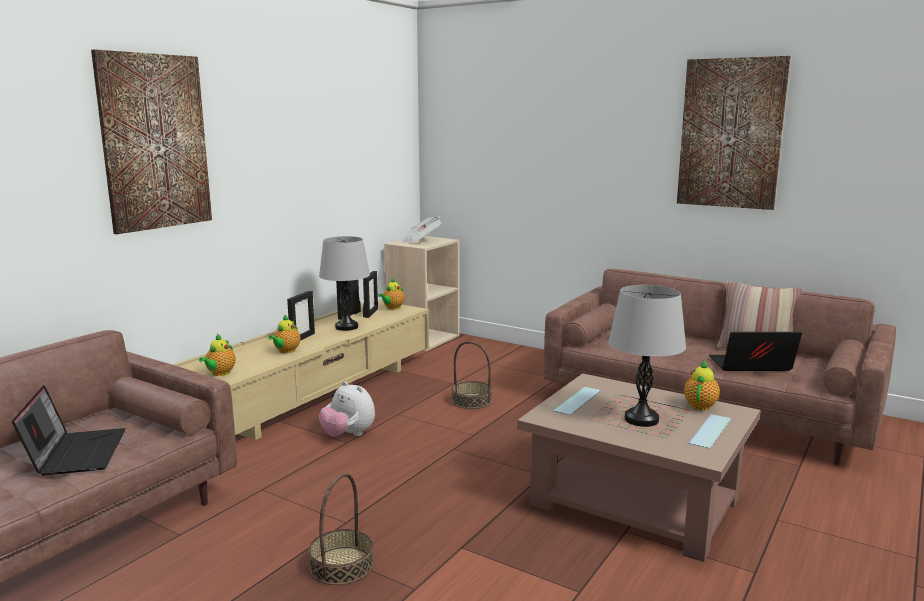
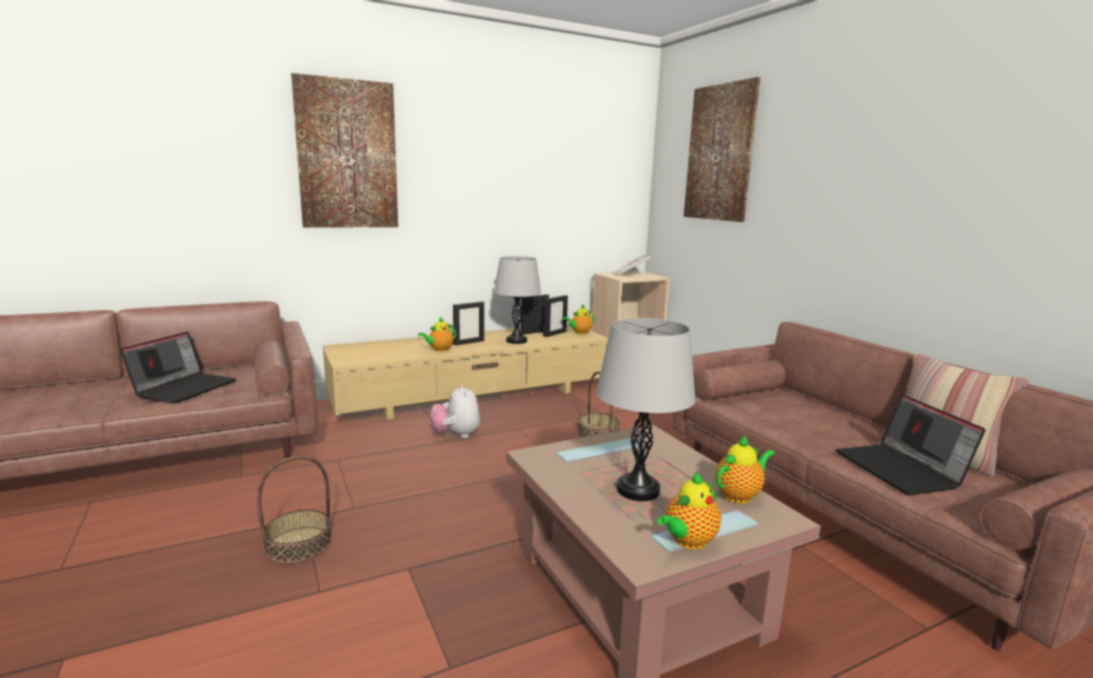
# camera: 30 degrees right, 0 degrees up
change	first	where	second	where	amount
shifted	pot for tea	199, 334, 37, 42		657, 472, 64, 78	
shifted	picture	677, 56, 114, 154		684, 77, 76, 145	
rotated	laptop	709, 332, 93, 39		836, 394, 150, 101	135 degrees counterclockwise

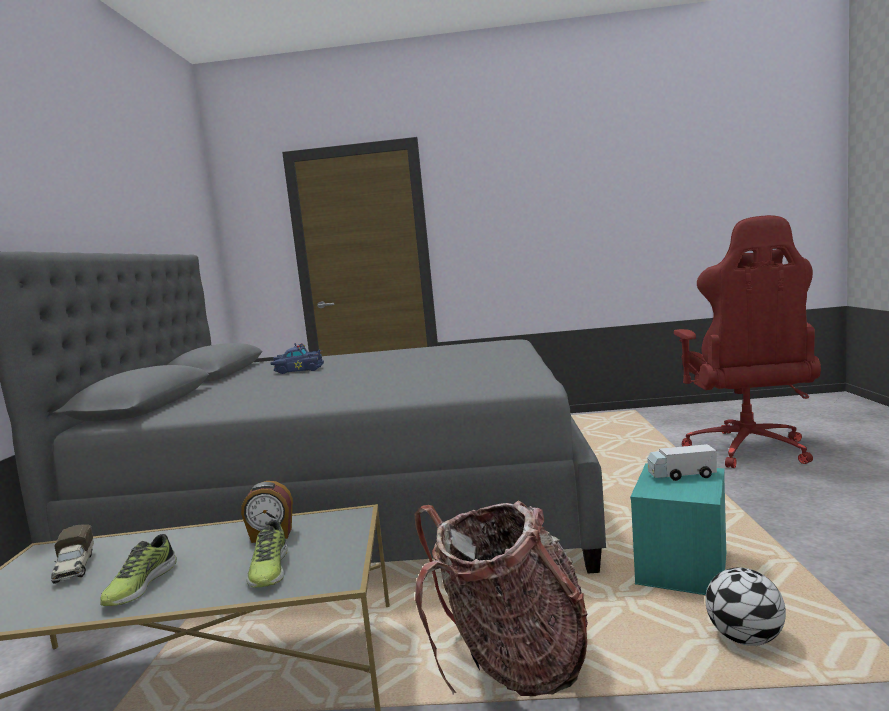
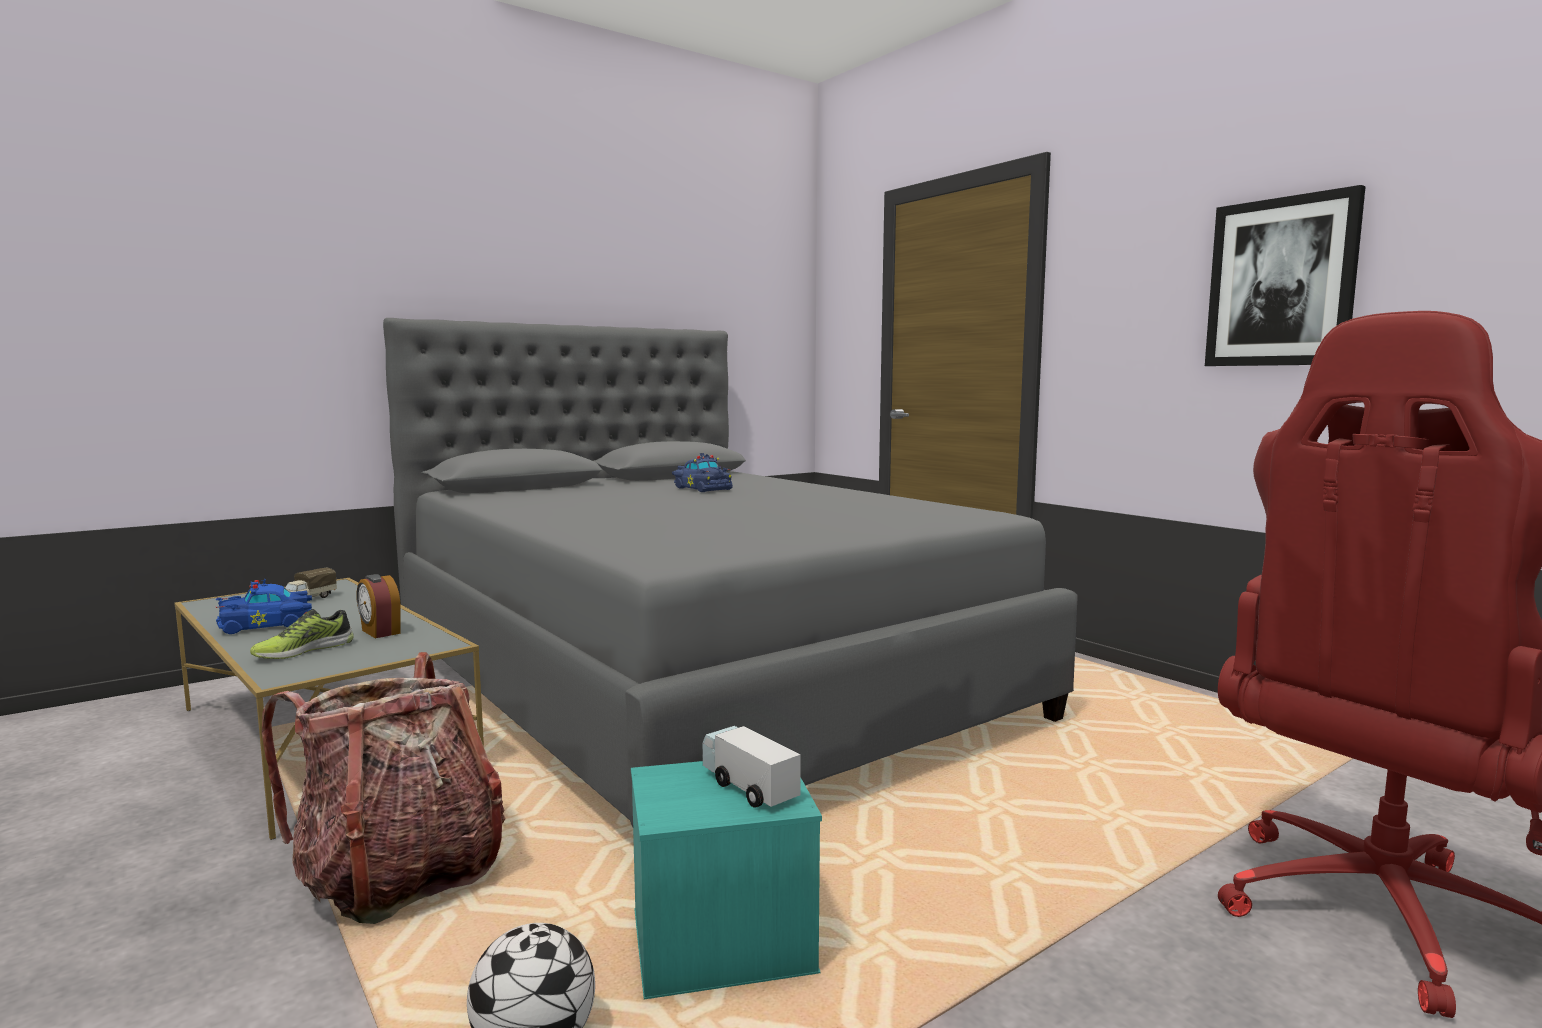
# camera: 50 degrees right, 0 degrees up
change	first	where	second	where	amount
new			picture	1205, 185, 161, 181	
swapped	low shoe	100, 534, 77, 72	miniature car in bluish	216, 579, 96, 55	

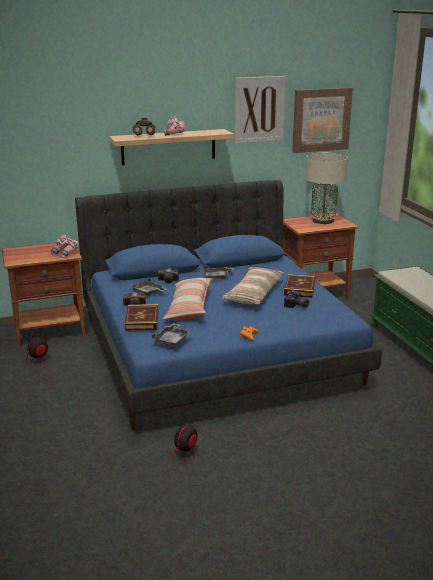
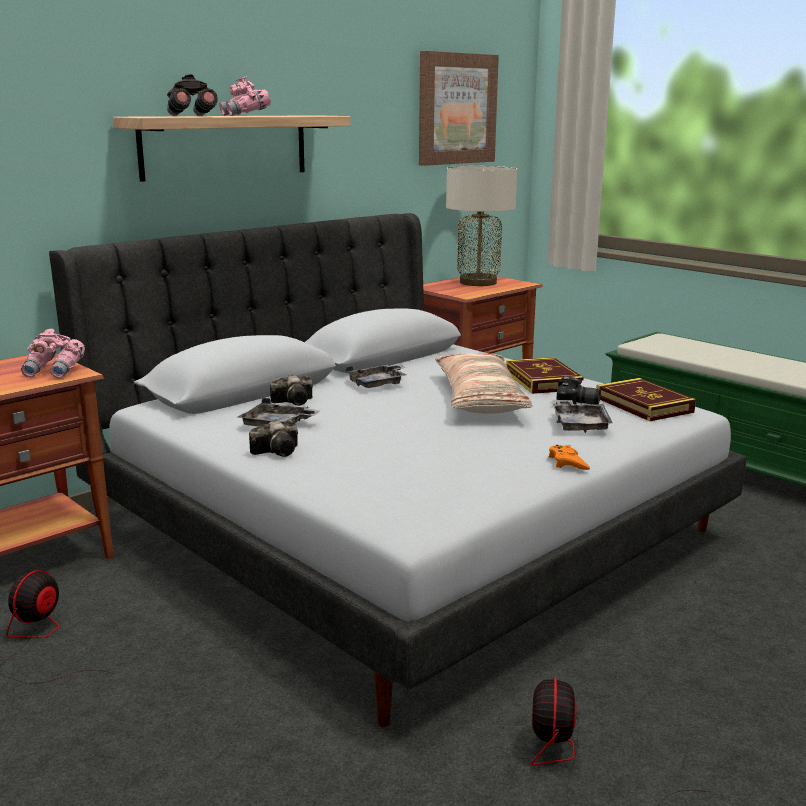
# camera: 25 degrees left, 5 degrees down
change	first	where	second	where	amount
gone	cushion	163, 278, 50, 42			
gone	picture	234, 76, 52, 68			
shifted	book	124, 304, 34, 27		596, 378, 100, 43	
shifted	tray in greyish	152, 323, 38, 23		553, 400, 60, 33	
repainted	bed in bluish	75, 180, 307, 249	bed in greyish	49, 213, 697, 514	

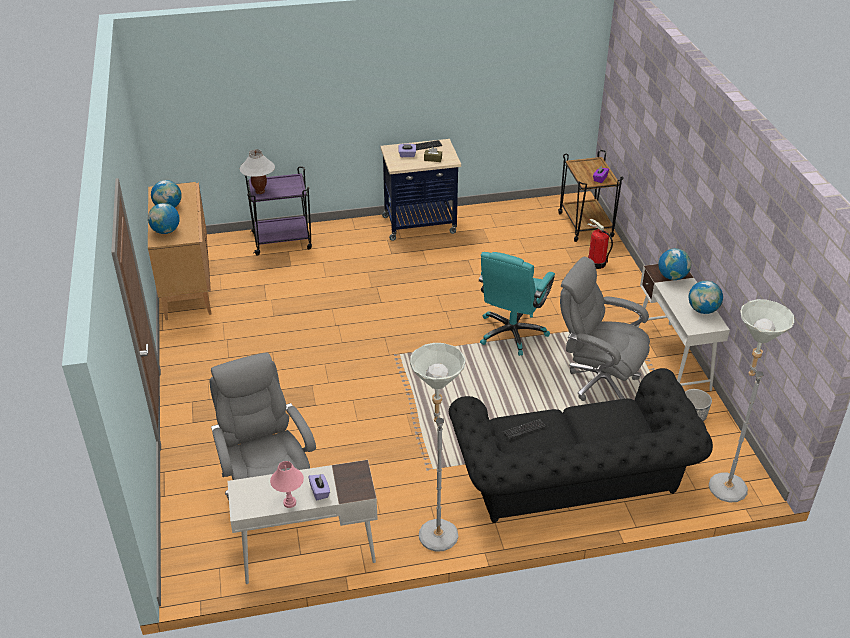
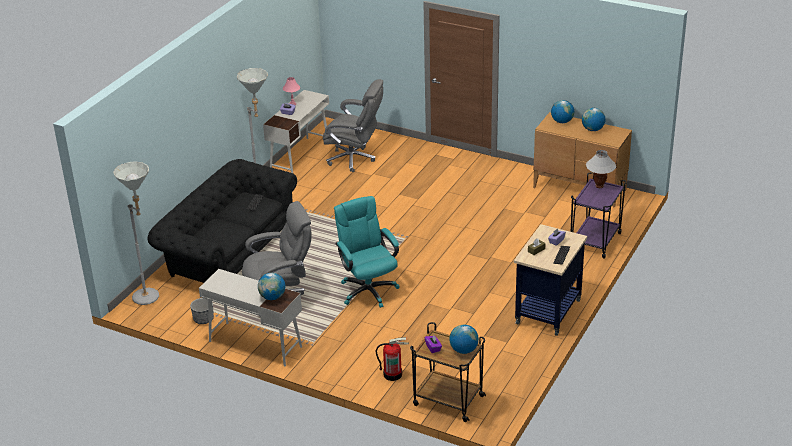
# camera: 130 degrees right, 5 degrees down
change	first	where	second	where	amount
shifted	globe	688, 281, 35, 33		449, 324, 30, 30	

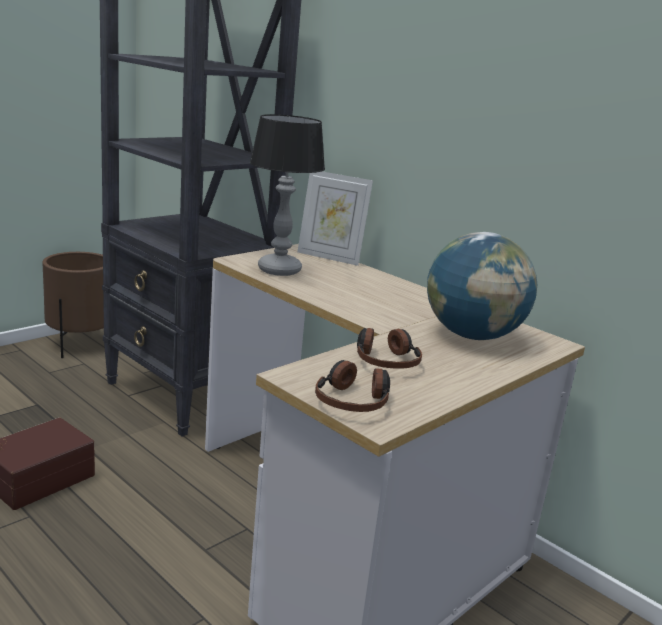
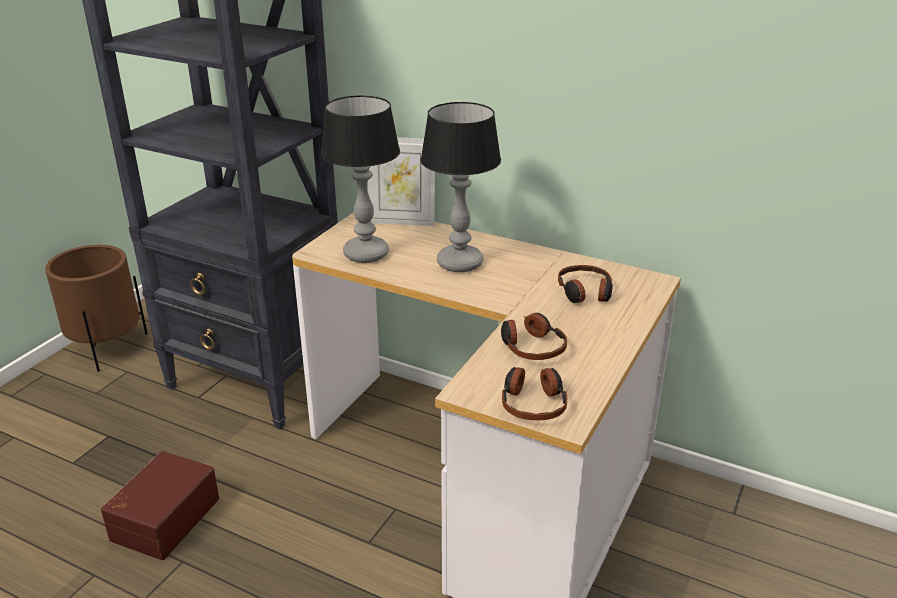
# camera: 15 degrees left, 10 degrees up
change	first	where	second	where	amount
new			lamp for a table	420, 102, 81, 170	
swapped	globe	427, 232, 110, 108	headphones	558, 265, 55, 38	

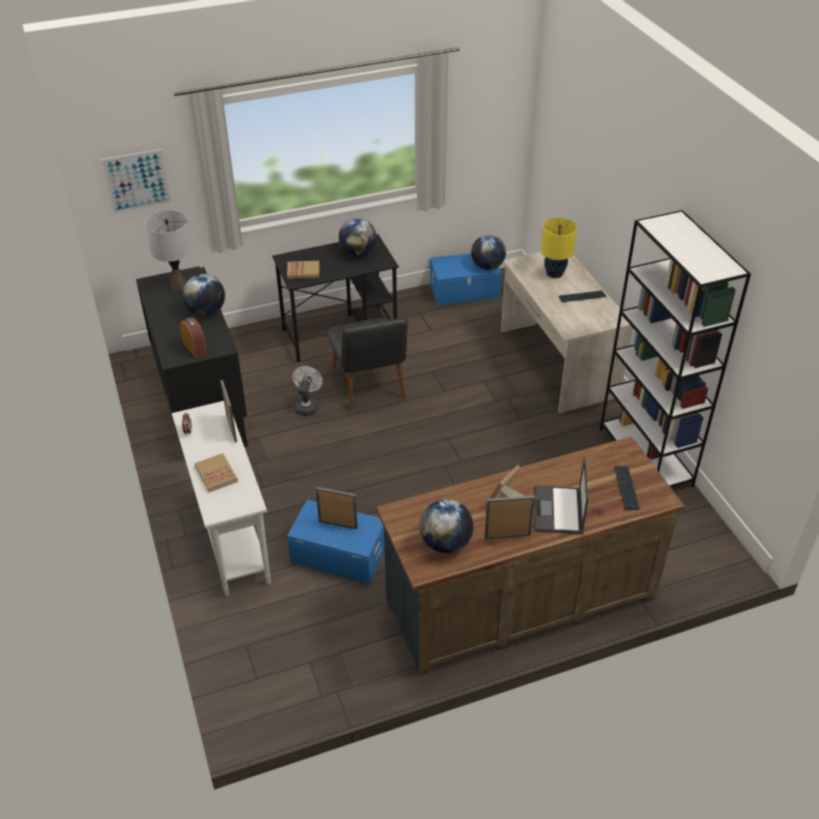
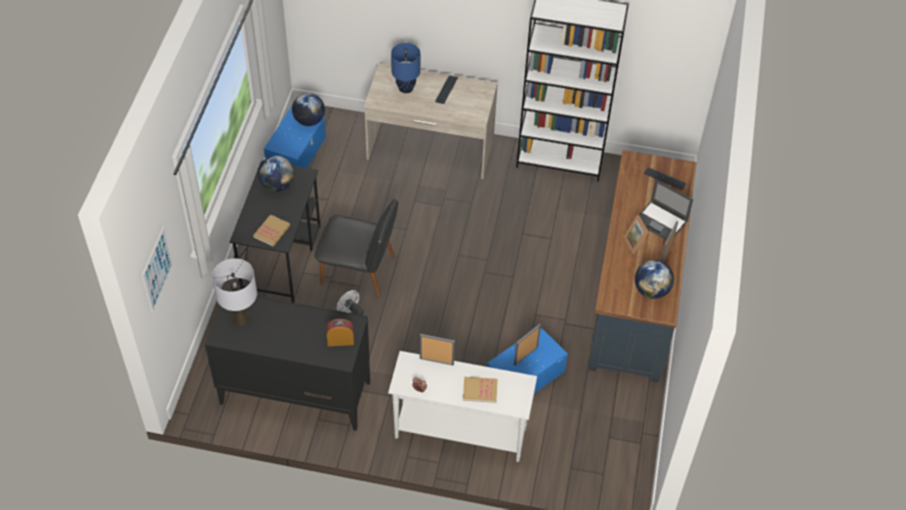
# camera: 60 degrees left, 10 degrees up
change	first	where	second	where	amount
gone	globe	182, 274, 43, 42			
repainted	lamp for a table in yellowish	541, 218, 36, 60	lamp for a table in bluish	391, 43, 29, 50	

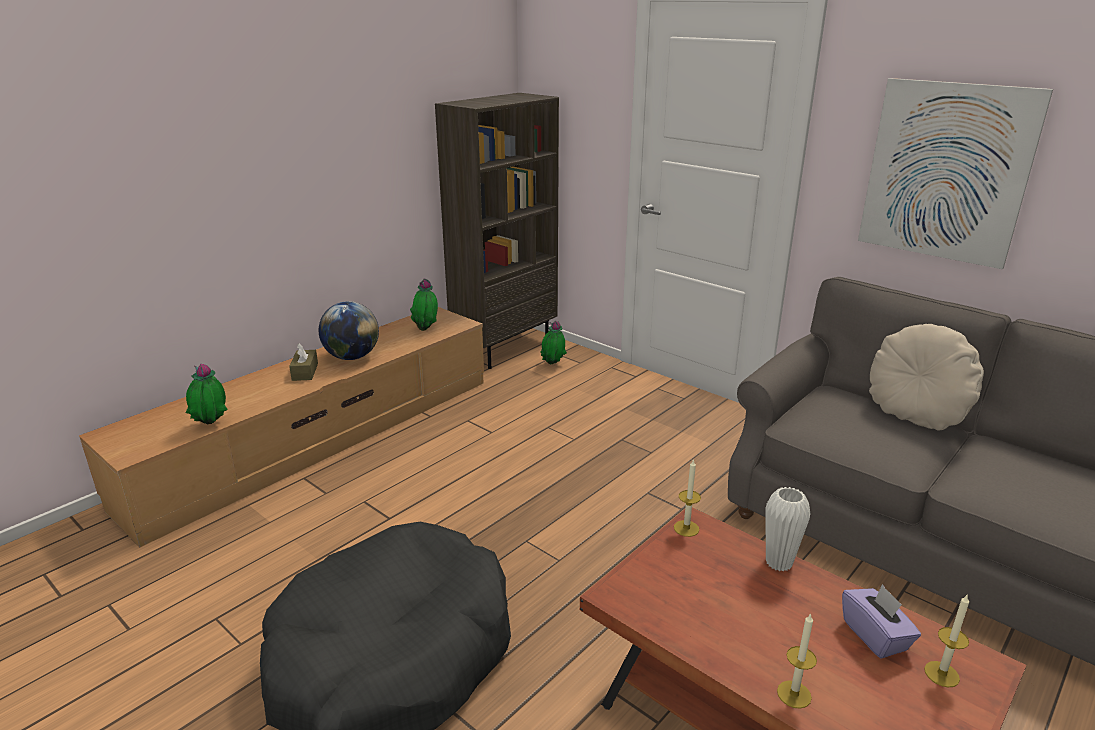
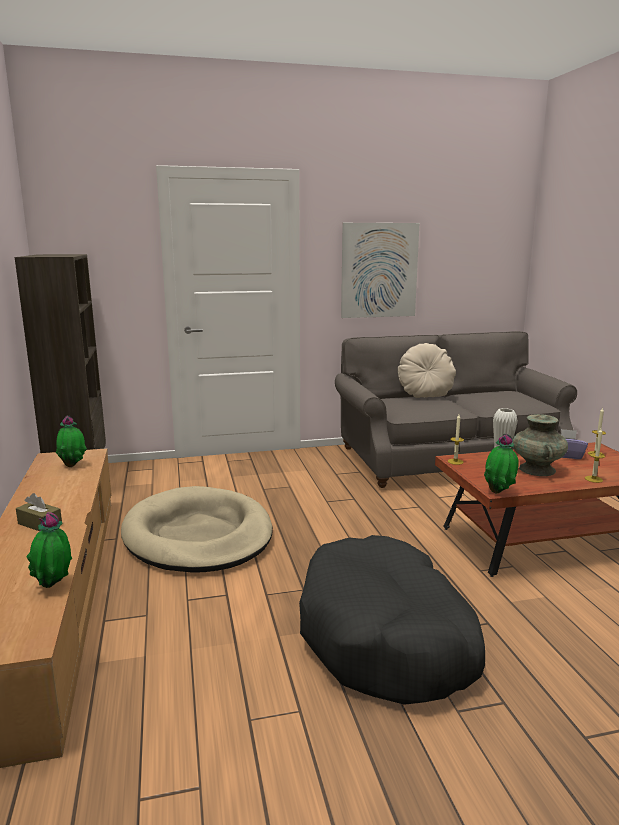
# camera: 55 degrees left, 10 degrees down
change	first	where	second	where	amount
gone	globe	319, 301, 60, 59			
new			dog bed in sand-coloured	121, 486, 152, 86	
new			flower vase in blue-green	513, 414, 55, 62	
shifted	plant in a pot	540, 321, 27, 43		484, 433, 35, 60	

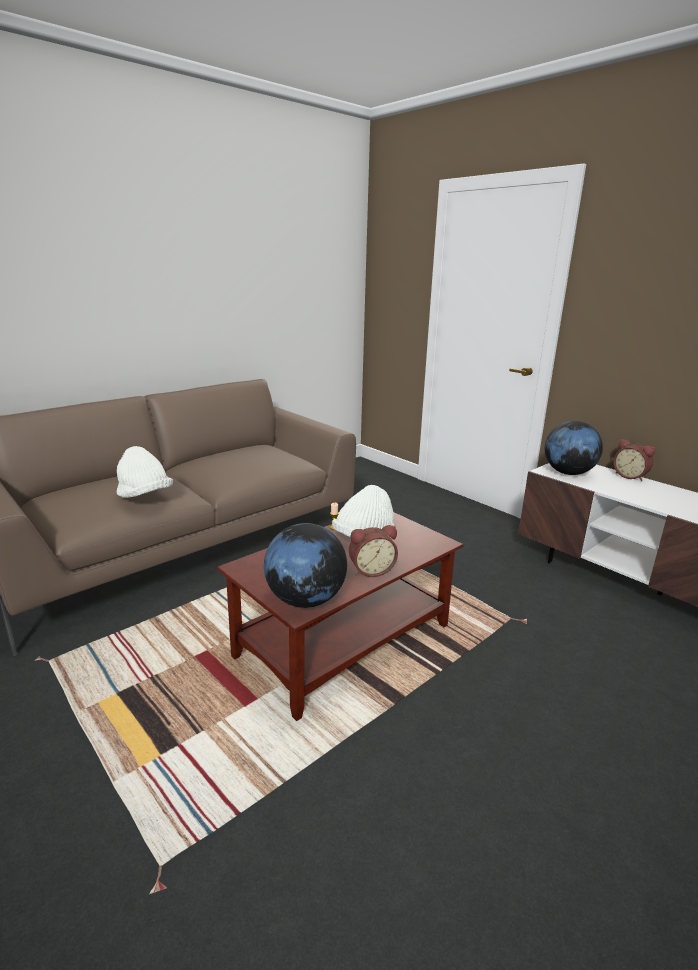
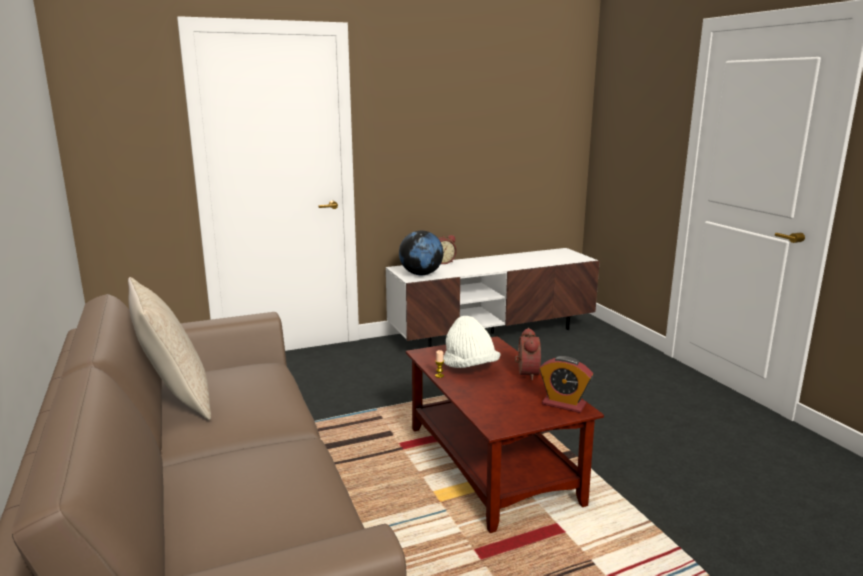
# camera: 70 degrees left, 5 degrees down
change	first	where	second	where	amount
gone	clothing hat in white	117, 446, 56, 52			
new			cushion in sand-coloured	128, 277, 83, 143	
swapped	globe	264, 523, 83, 85	table clock	540, 356, 53, 57	

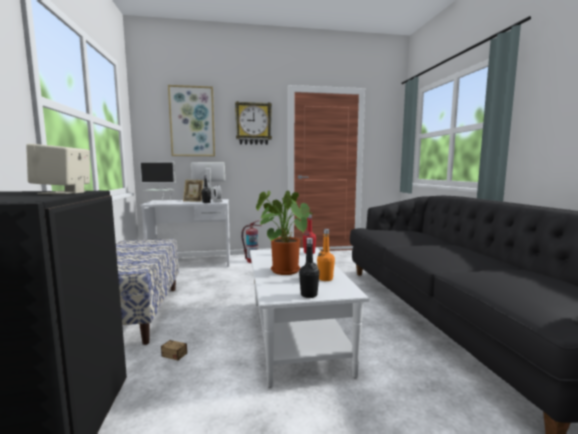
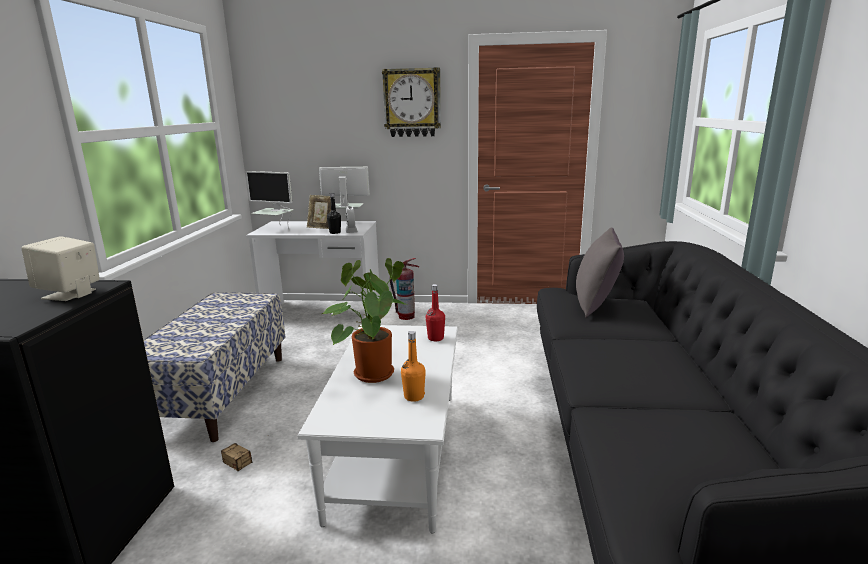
# camera: 15 degrees right, 10 degrees up
change	first	where	second	where	amount
gone	picture	168, 85, 47, 71			
gone	beverage bottle in black-coloured	299, 238, 21, 60			
new			cushion in greyish	576, 227, 48, 91	

